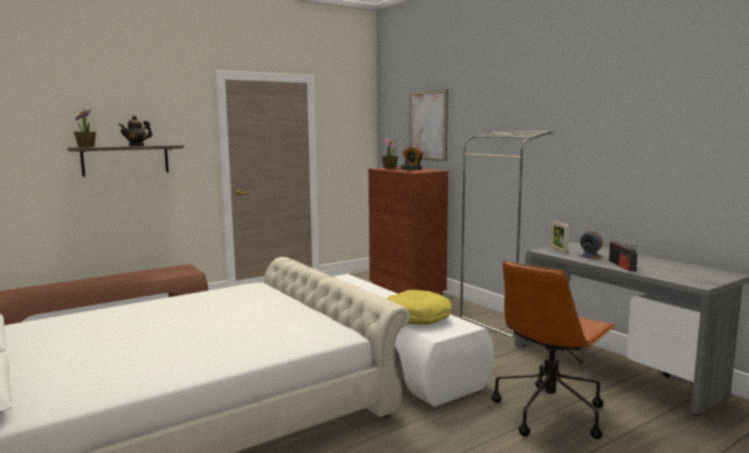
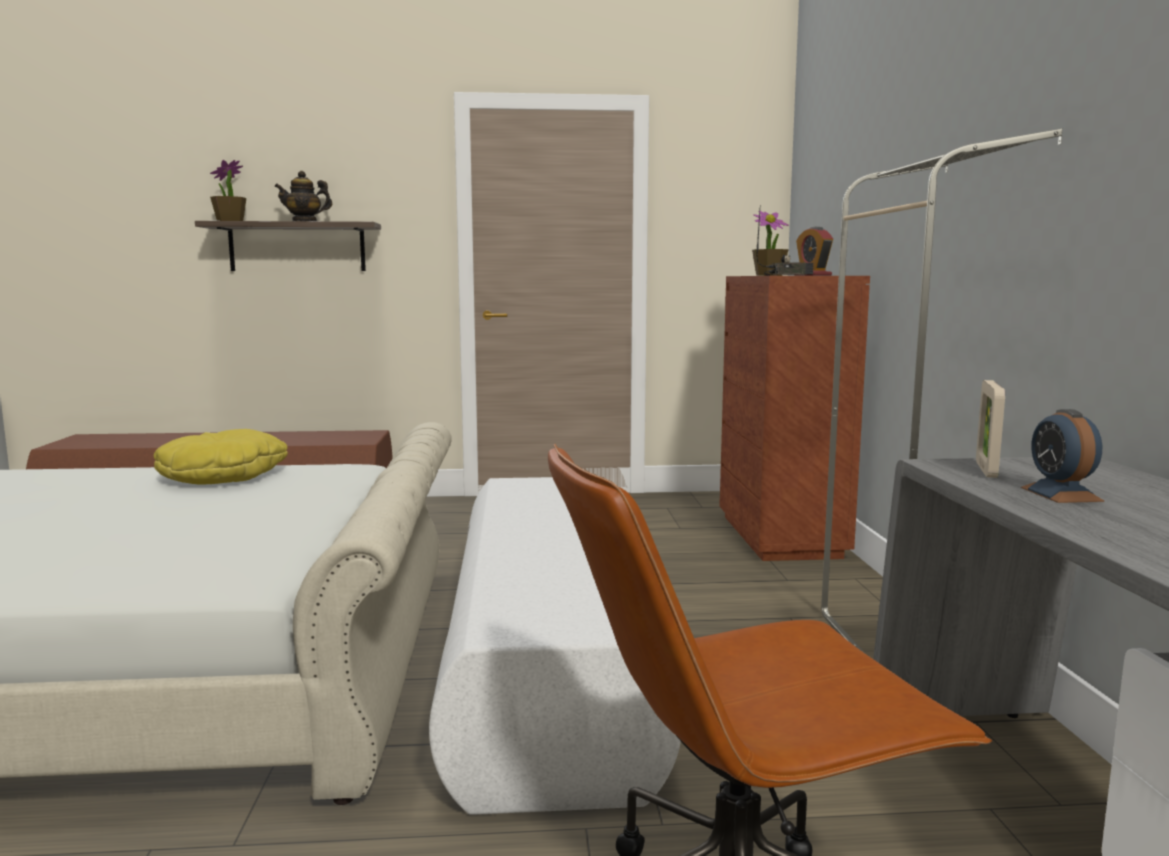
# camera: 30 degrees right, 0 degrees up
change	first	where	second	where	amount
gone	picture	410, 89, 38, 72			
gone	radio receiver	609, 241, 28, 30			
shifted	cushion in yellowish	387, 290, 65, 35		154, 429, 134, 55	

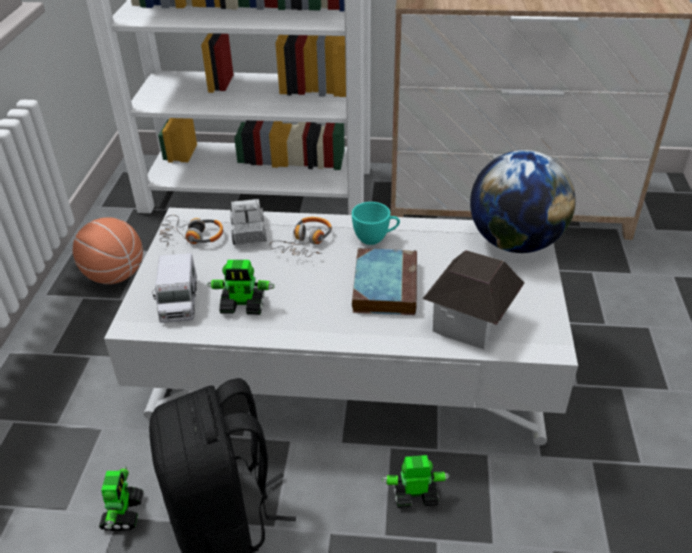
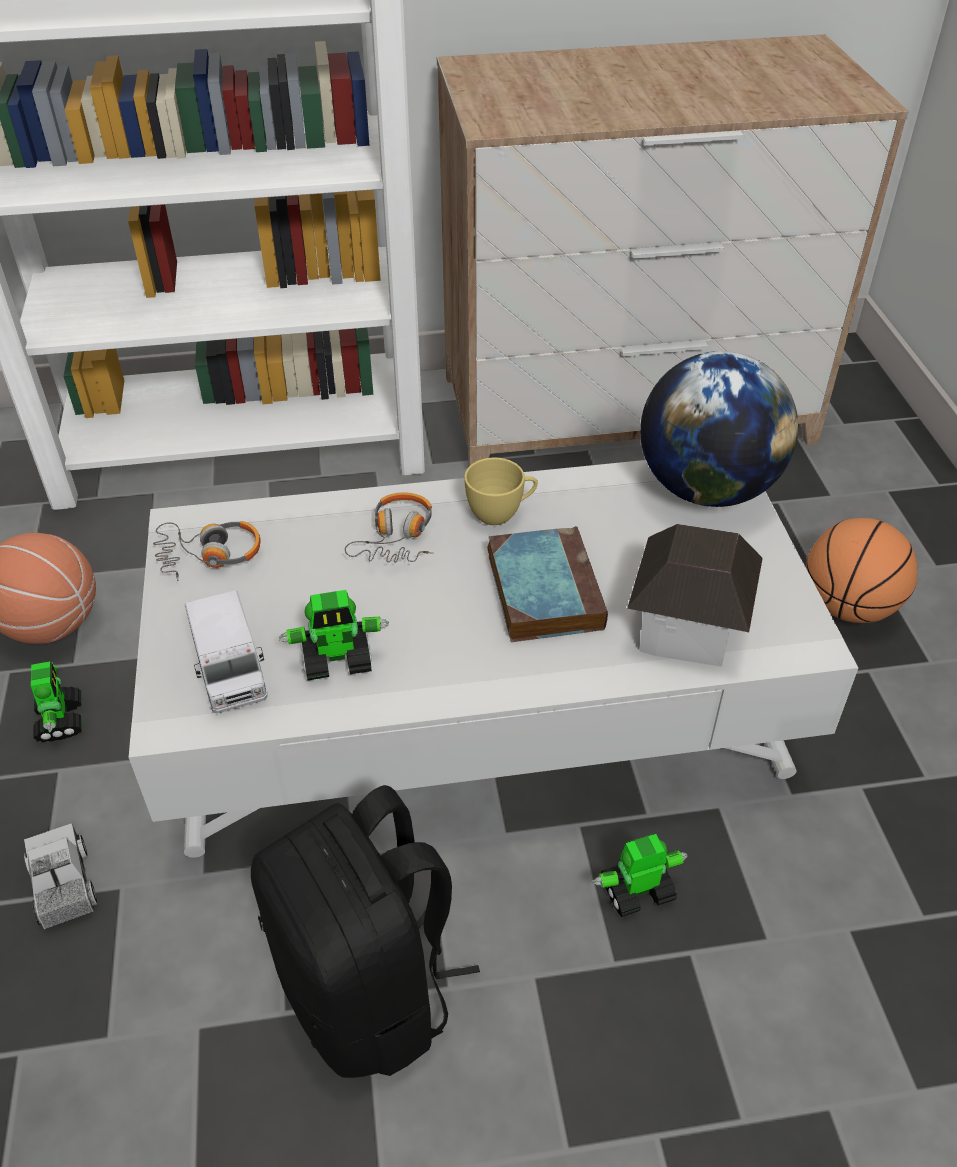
# camera: 15 degrees left, 5 degrees up
change	first	where	second	where	amount
new			basketball ball	807, 518, 110, 105	
shifted	toy robot	99, 466, 44, 65		31, 661, 51, 81	
shifted	model truck	230, 199, 37, 46		24, 823, 74, 106	
repainted	drinking cup in blue-green	352, 202, 48, 43	drinking cup in yellowish	464, 458, 74, 67	

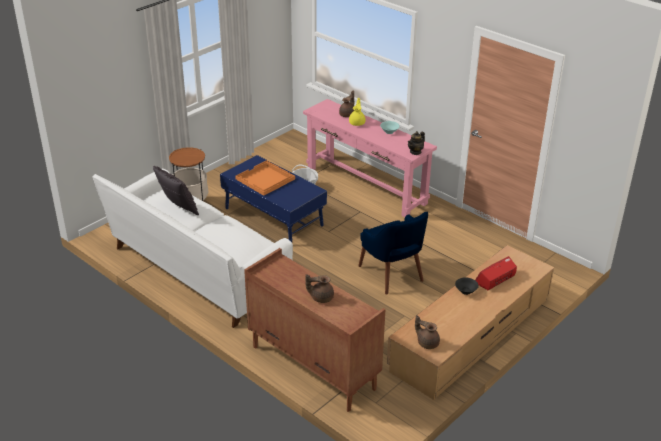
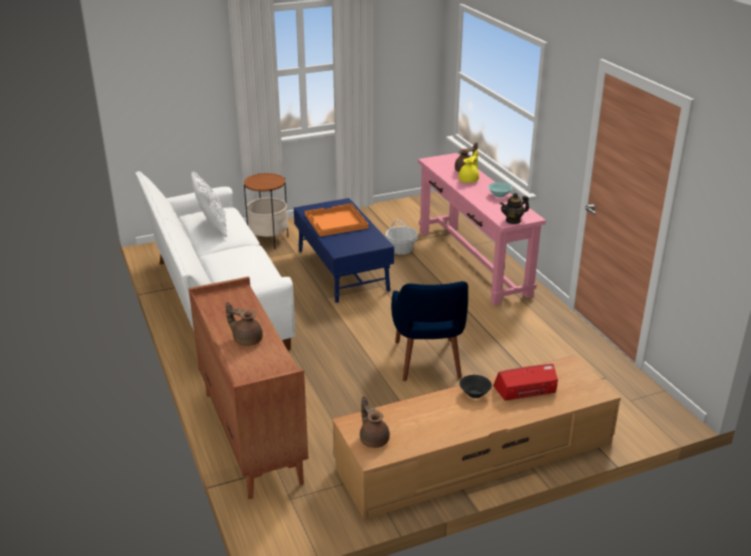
# camera: 25 degrees right, 5 degrees down
change	first	where	second	where	amount
repainted	cushion in black-coloured	153, 166, 46, 49	cushion in white	191, 171, 36, 66	

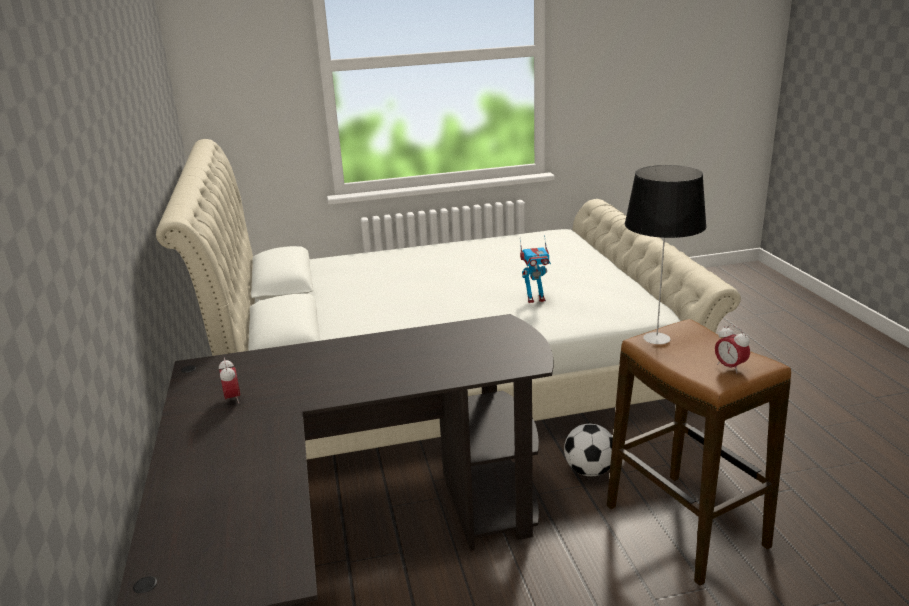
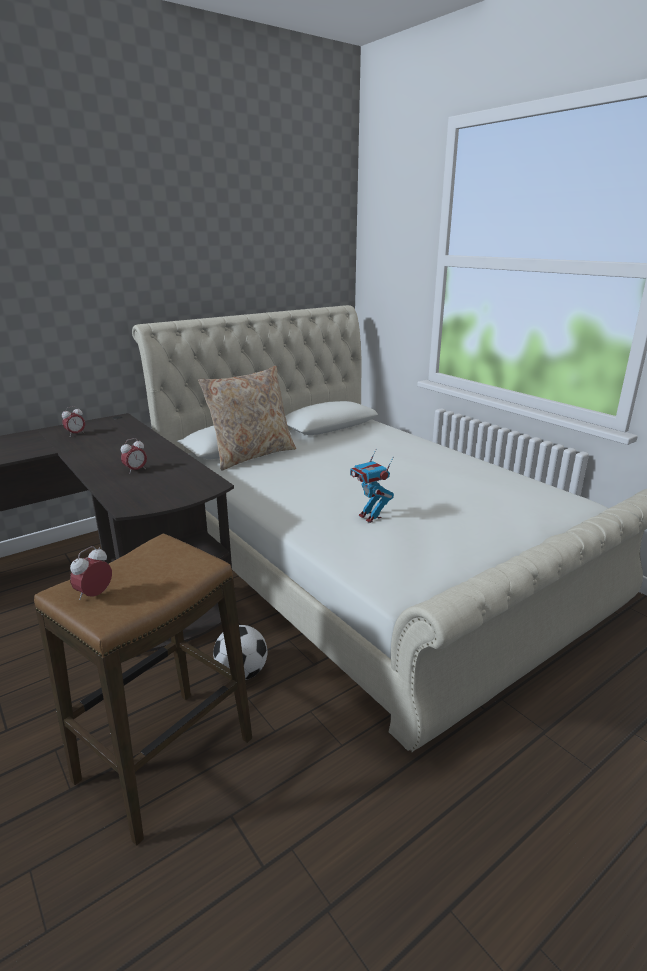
# camera: 65 degrees right, 0 degrees up
change	first	where	second	where	amount
gone	lamp for a table	625, 165, 82, 179			
new			table clock	121, 438, 26, 36	
new			cushion in sand-coloured	198, 366, 98, 105	

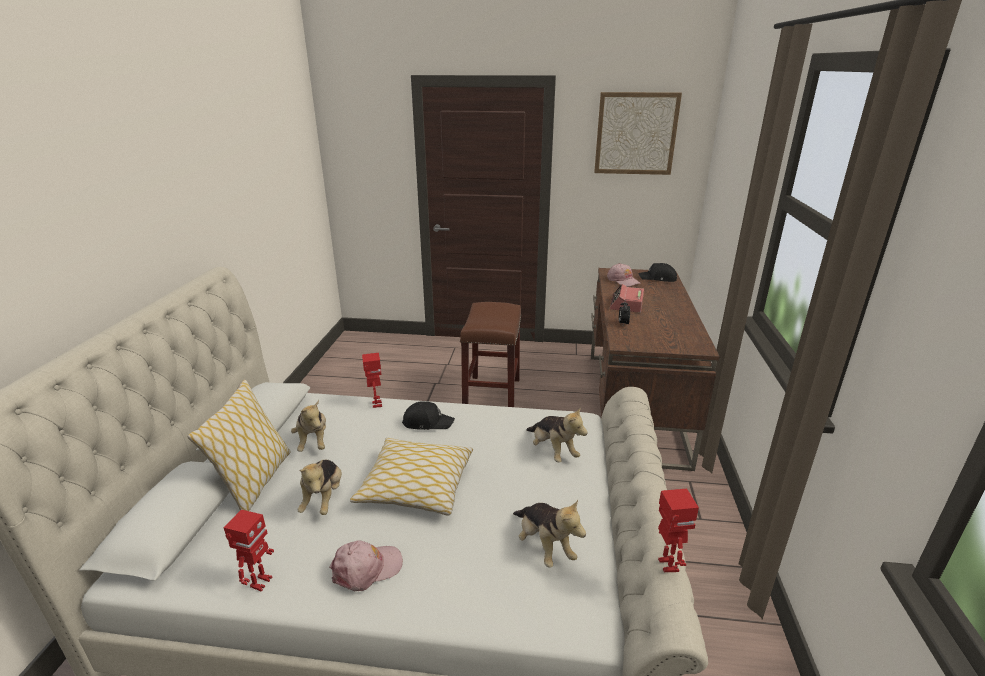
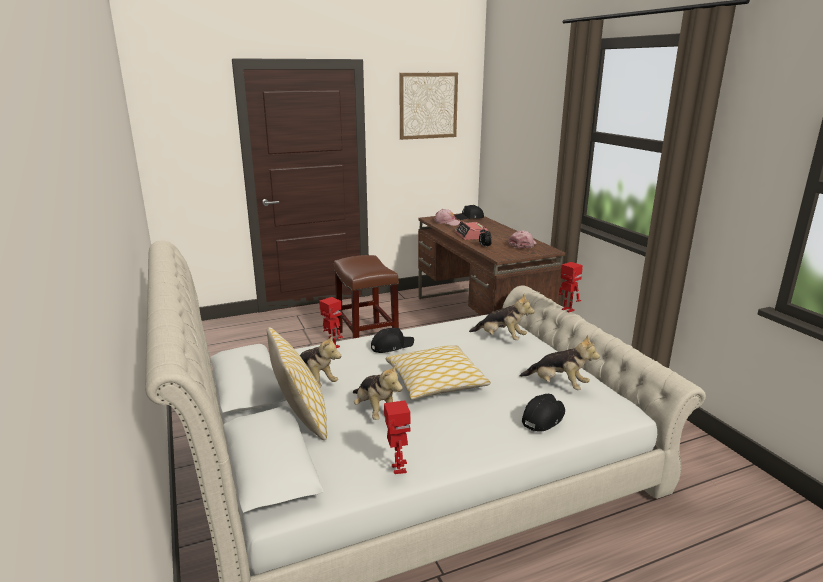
# camera: 30 degrees left, 5 degrees down
change	first	where	second	where	amount
new			cap in black-coloured	522, 394, 43, 37	
shifted	cap in pinkish	330, 541, 73, 50		508, 231, 29, 17	
shifted	toy robot	658, 489, 41, 83		558, 262, 25, 50	

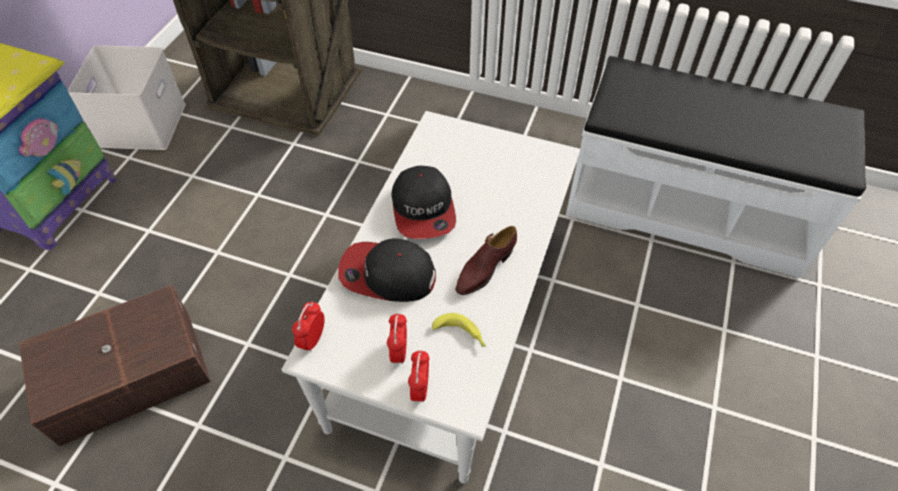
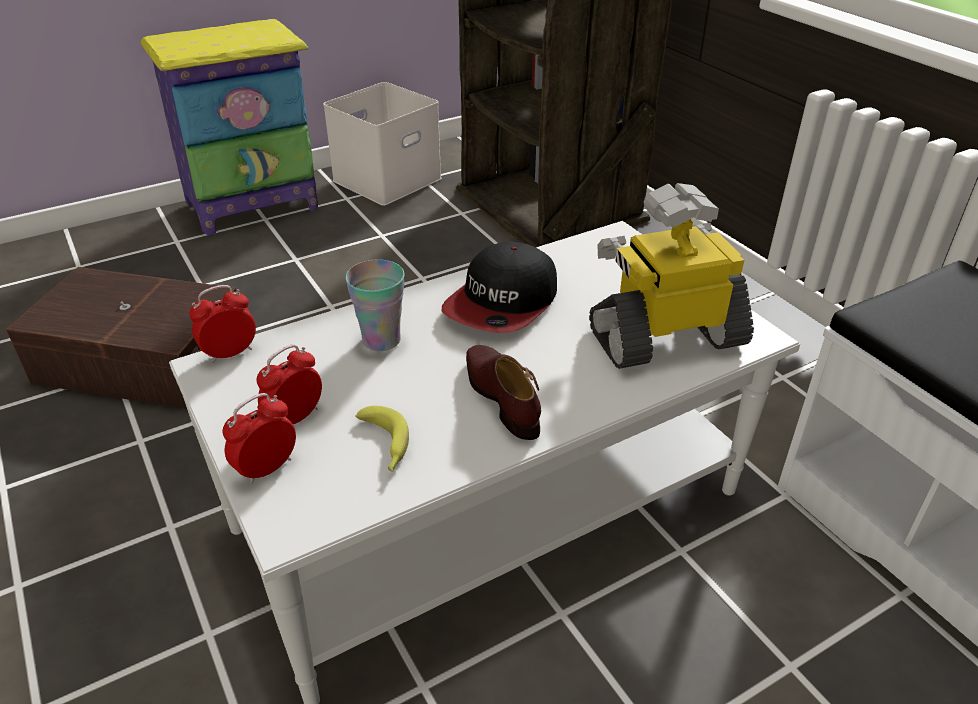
# camera: 40 degrees right, 15 degrees down
change	first	where	second	where	amount
new			toy robot	589, 183, 165, 186	
swapped	cap	338, 238, 98, 64	drinking cup	345, 260, 59, 91	
rotated	low shoe in brown	455, 226, 62, 69		466, 345, 75, 95	75 degrees clockwise

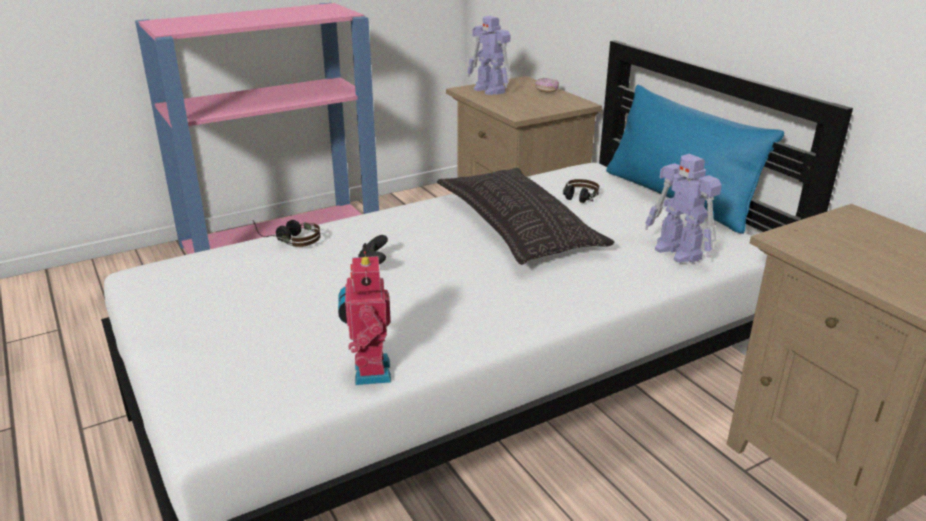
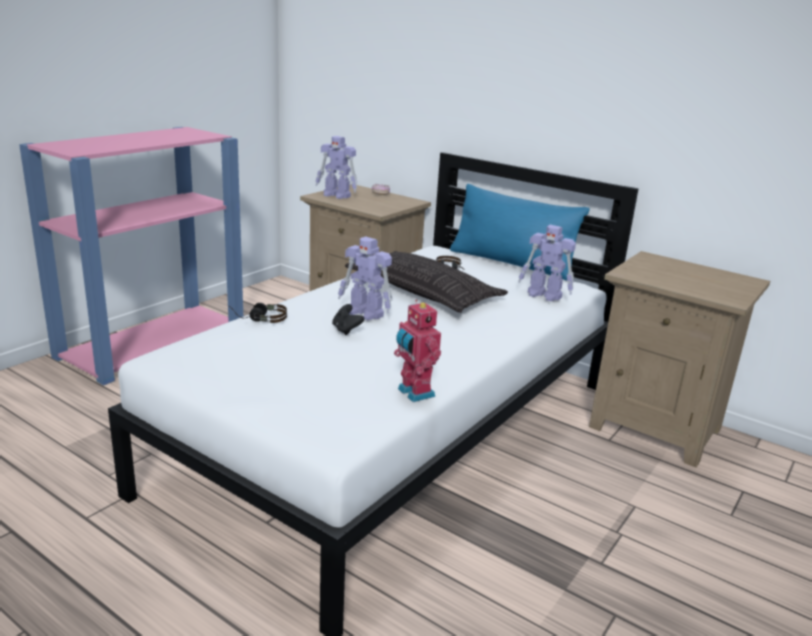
# camera: 25 degrees left, 5 degrees down
change	first	where	second	where	amount
new			toy robot	338, 236, 54, 84	

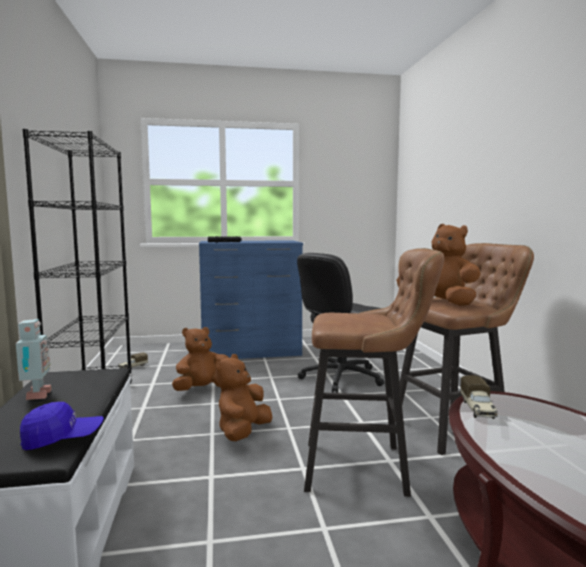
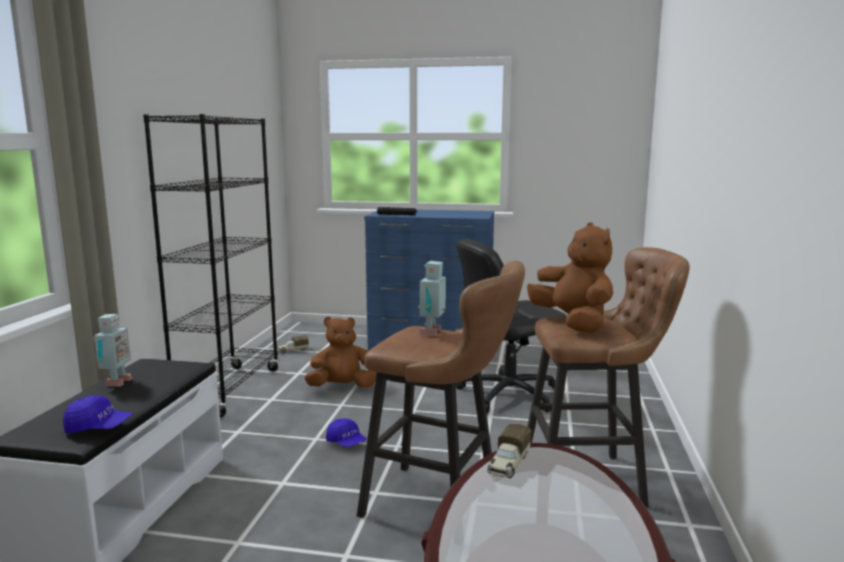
# camera: 20 degrees right, 5 degrees up
change	first	where	second	where	amount
new			toy robot	418, 261, 28, 75	
swapped	plush toy in brown	215, 354, 57, 87	cap in bluish	326, 419, 41, 28	

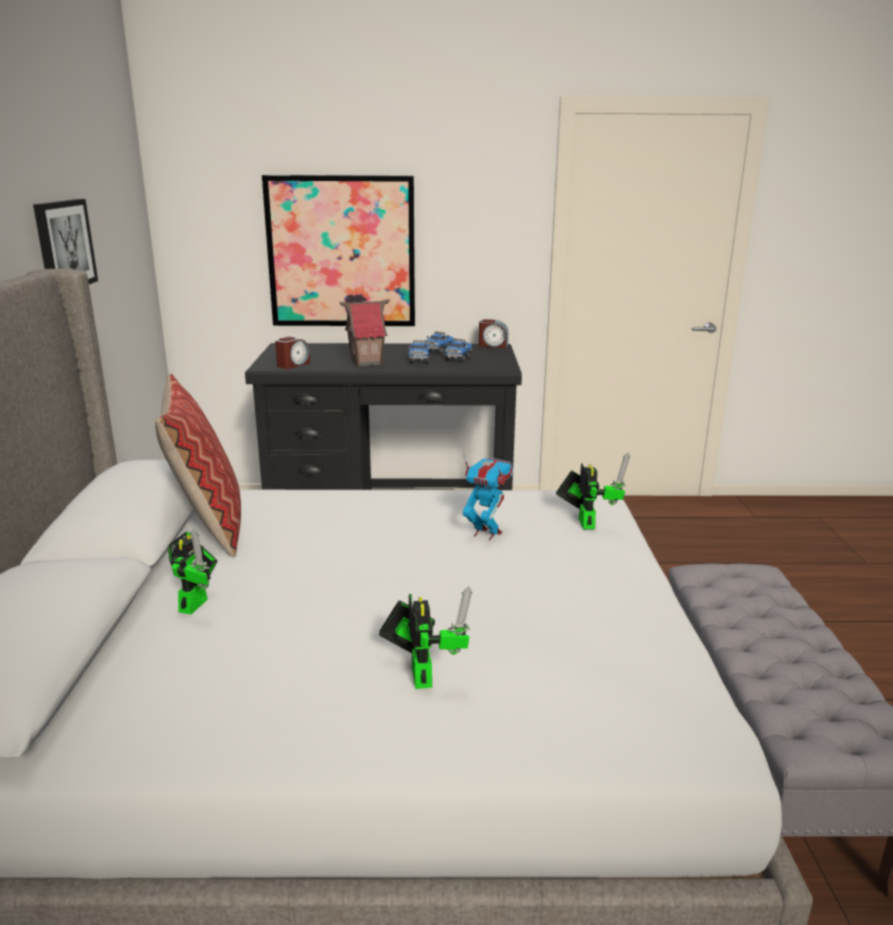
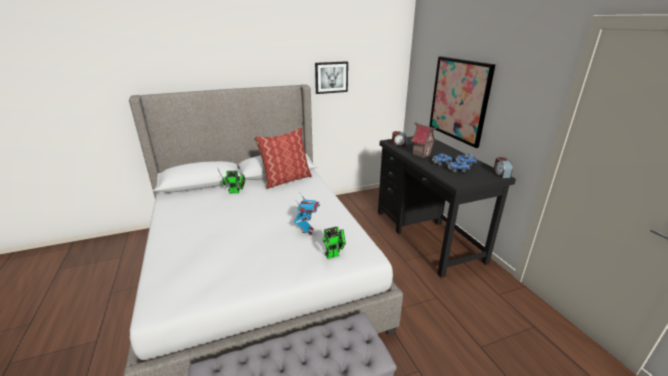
# camera: 70 degrees right, 5 degrees up
change	first	where	second	where	amount
gone	toy robot	379, 586, 93, 103			

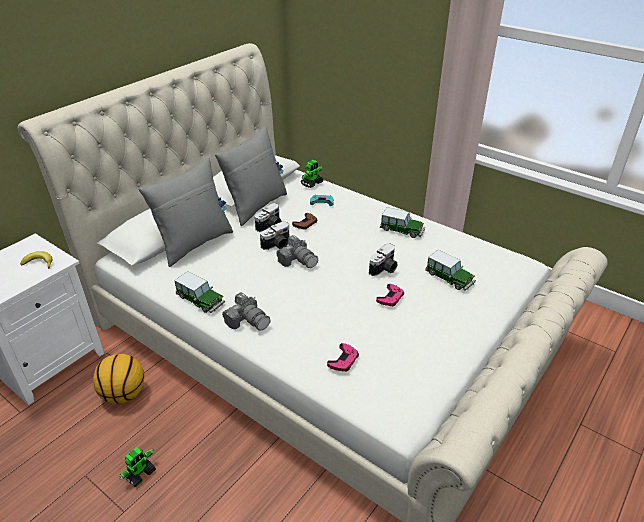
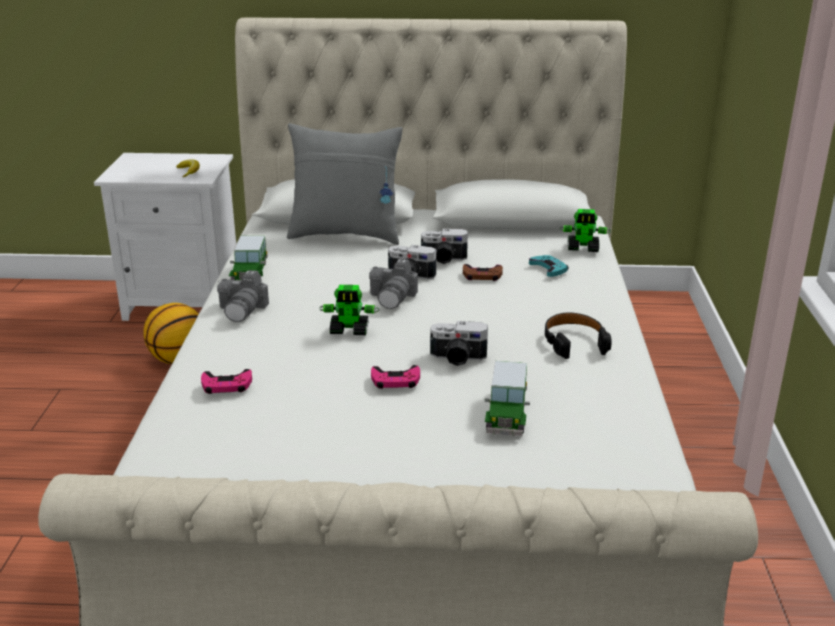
# camera: 55 degrees right, 10 degrees down
change	first	where	second	where	amount
gone	cushion in greyish	215, 126, 72, 100			
shifted	toy robot	119, 447, 37, 40		319, 285, 60, 50	
swapped	miniature car	380, 207, 45, 31	headphones in black-coloured	545, 313, 67, 46	

